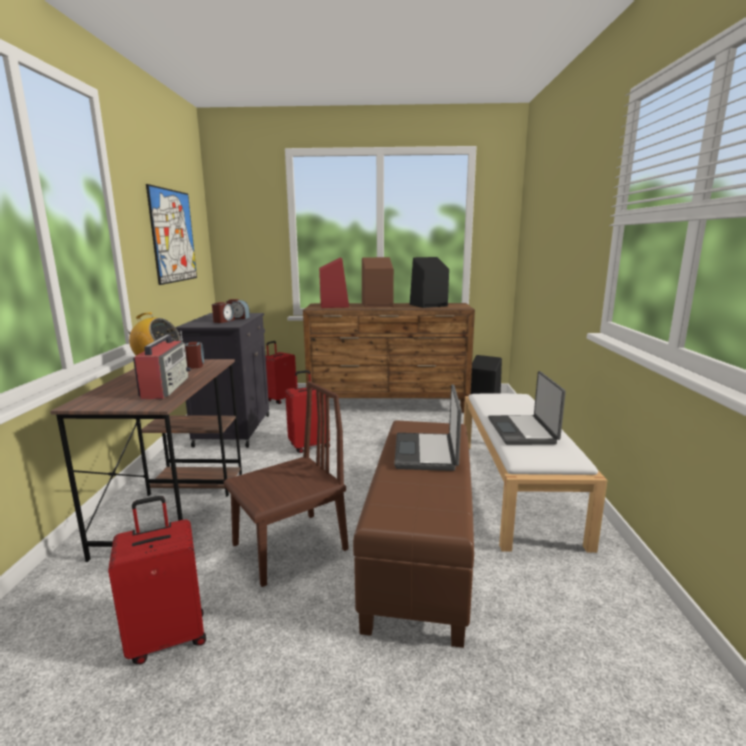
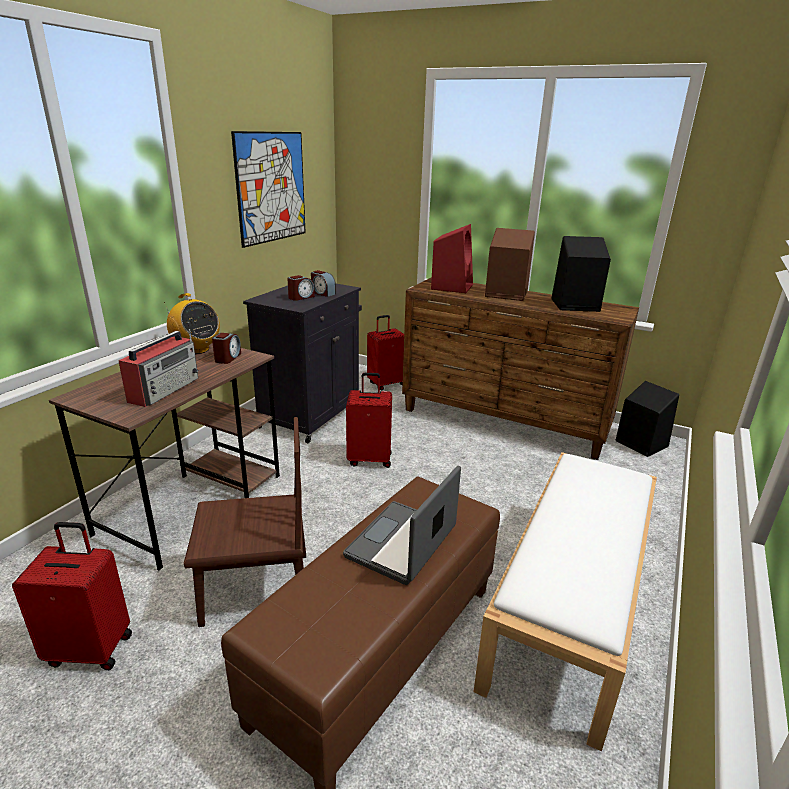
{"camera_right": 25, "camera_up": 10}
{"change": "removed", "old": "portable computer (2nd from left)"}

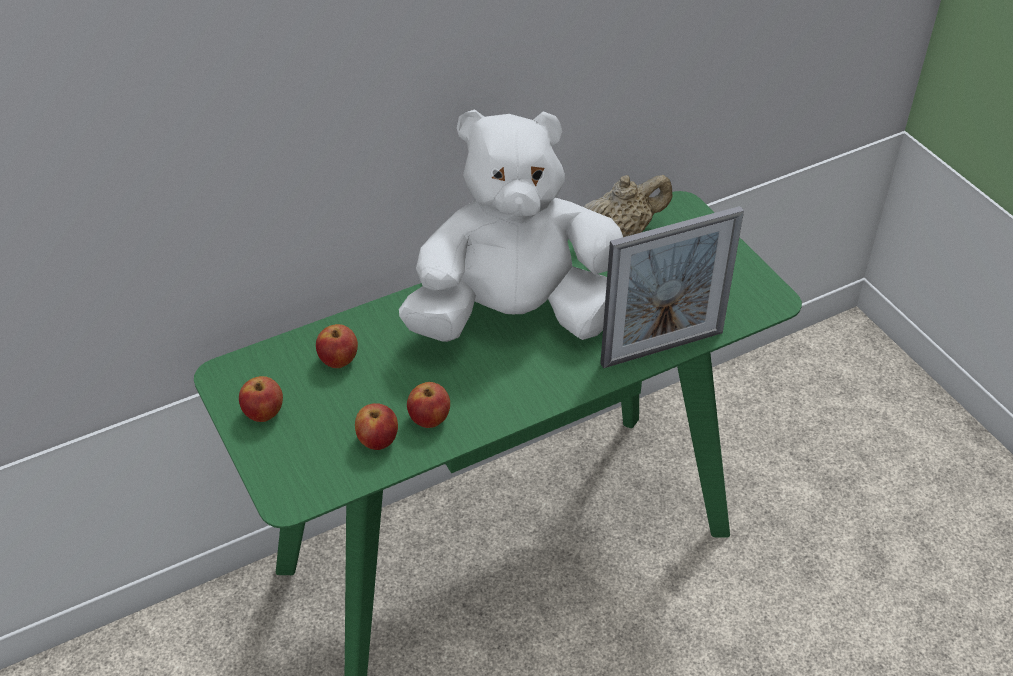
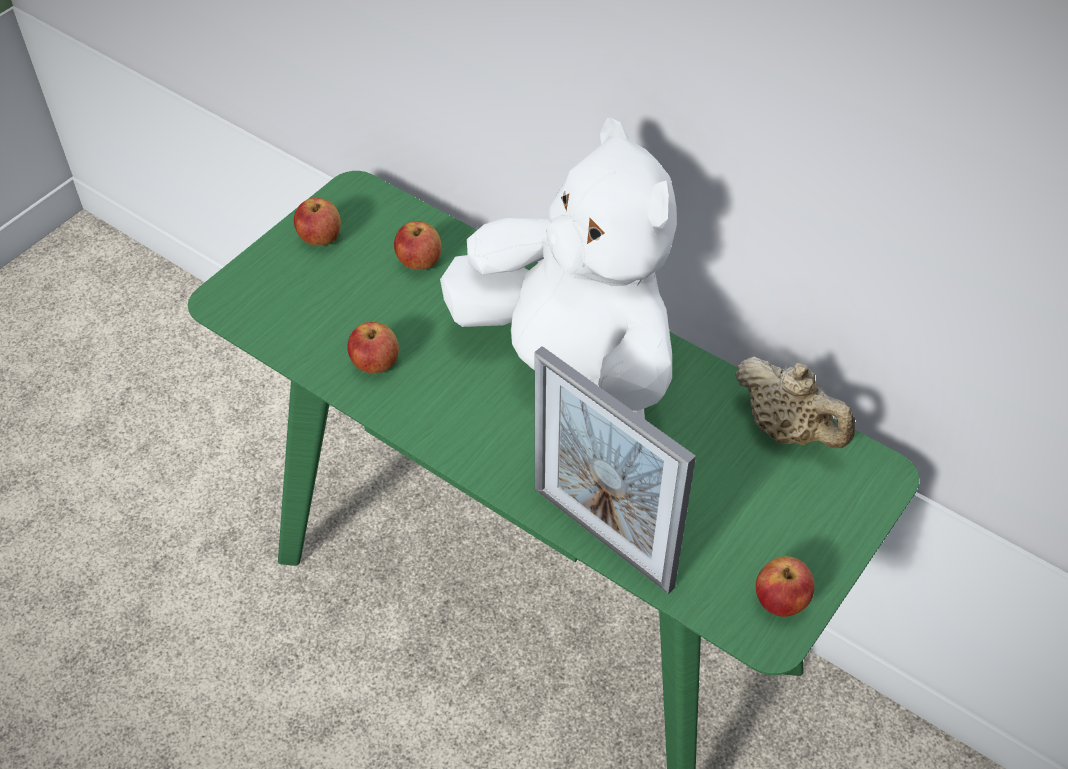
{"camera_right": 65, "camera_up": 5}
{"change": "moved", "old": "apple fruit (3rd from left in the first image)", "new": "apple fruit (4th from left)"}

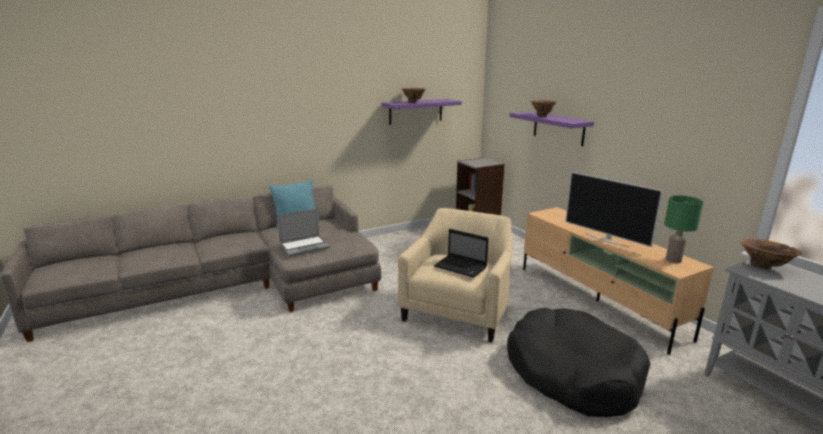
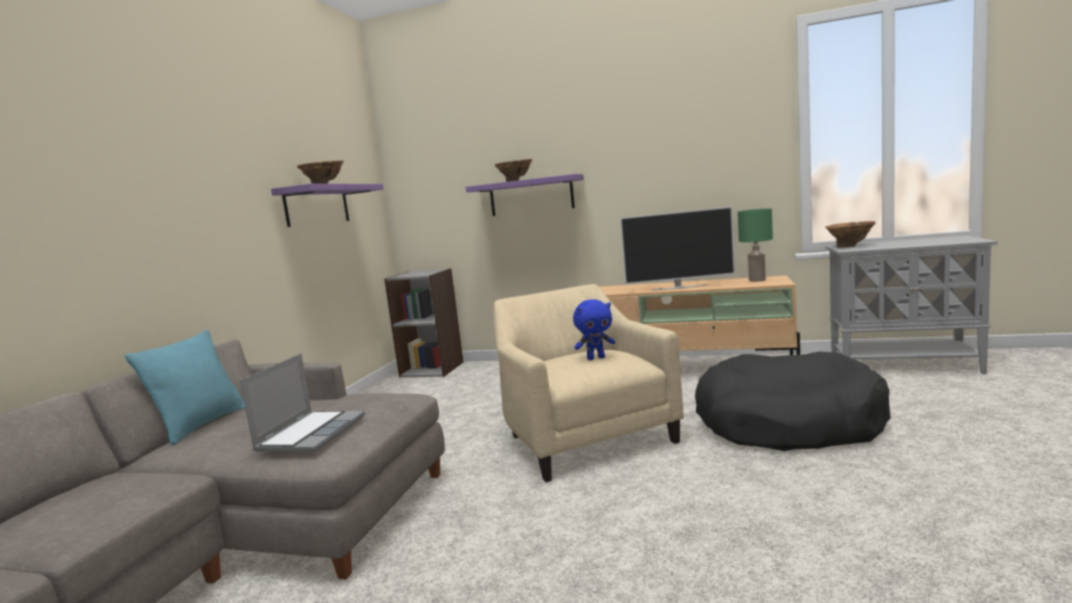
{"camera_right": -45, "camera_up": -10}
{"change": "replaced", "old": "portable computer (2nd from left)", "new": "blue cuddly toy"}

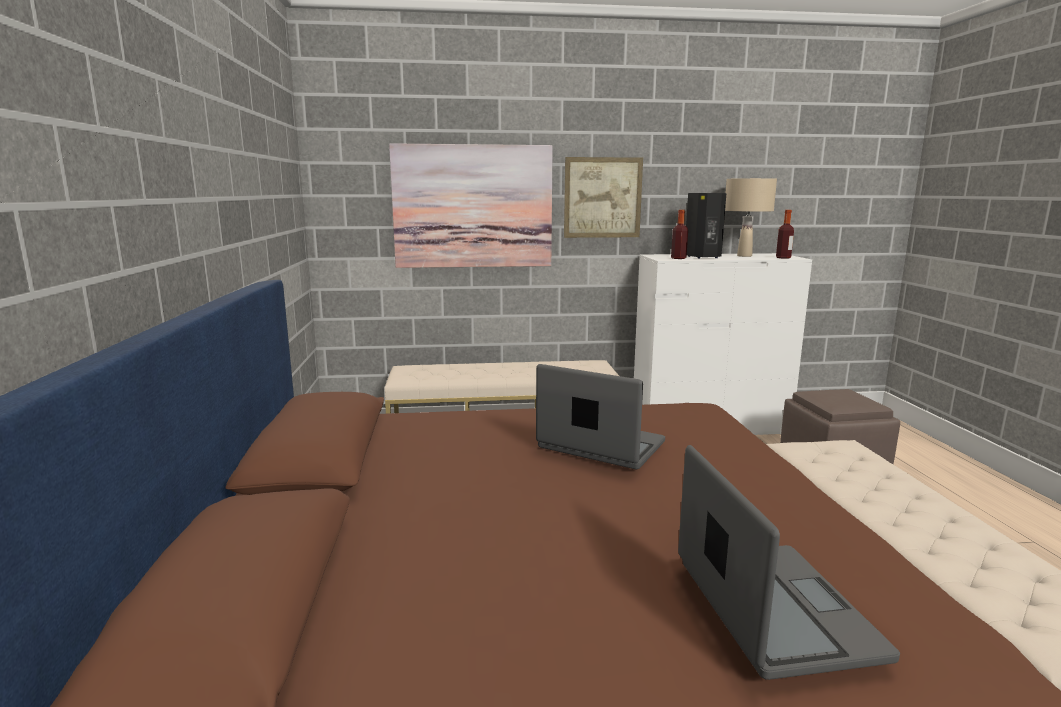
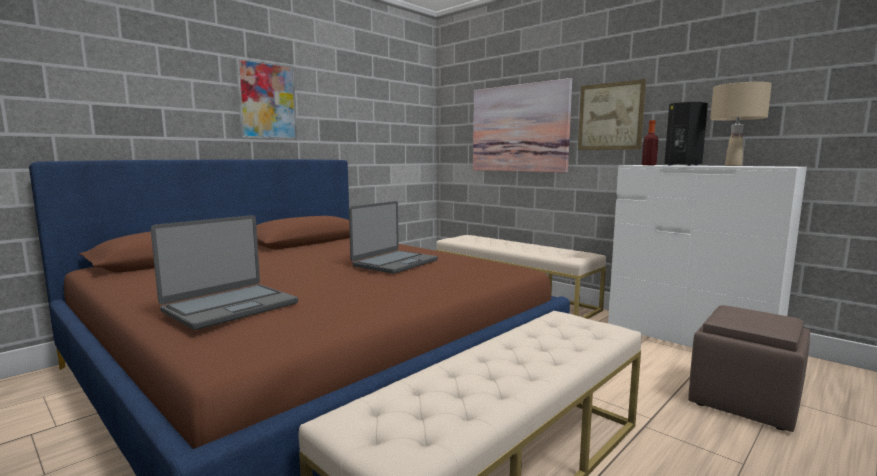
{"camera_right": 50, "camera_up": -5}
{"change": "added", "new": "wall art (1st from left)"}
{"change": "turned", "old": "portable computer (1st from left in the first image)", "degrees": 45}
{"change": "removed", "old": "beverage bottle (2nd from left)"}

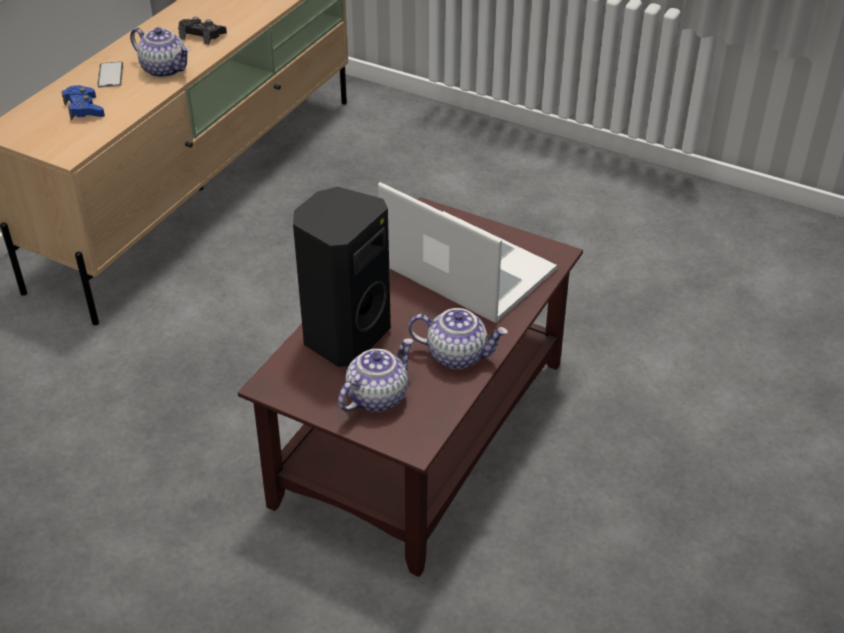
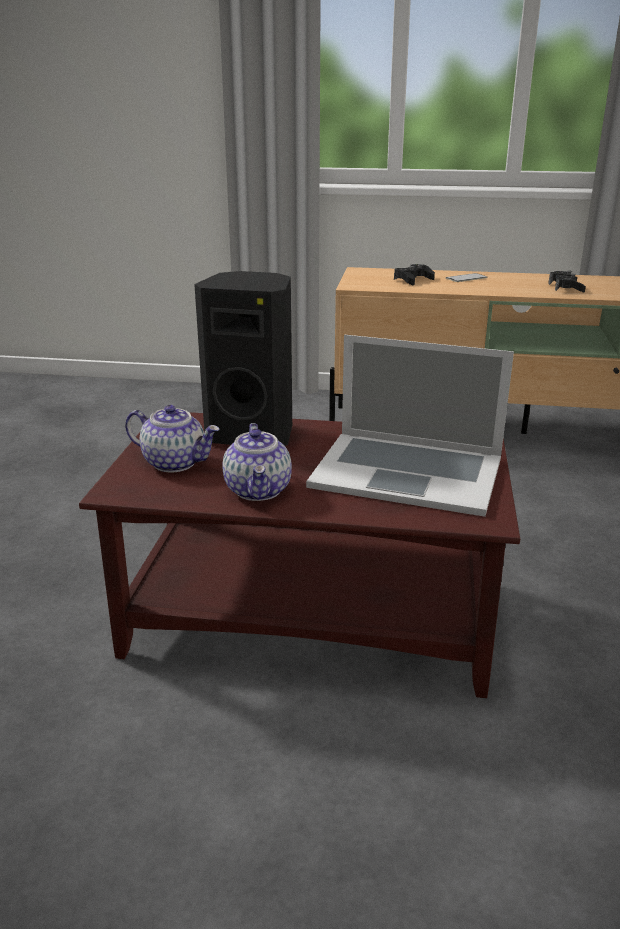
{"camera_right": 70, "camera_up": -15}
{"change": "turned", "old": "portable computer", "degrees": 90}
{"change": "recoloured", "old": "blue gamepad", "new": "black-coloured gamepad (1st from left)"}
{"change": "removed", "old": "teapot (1st from left)"}

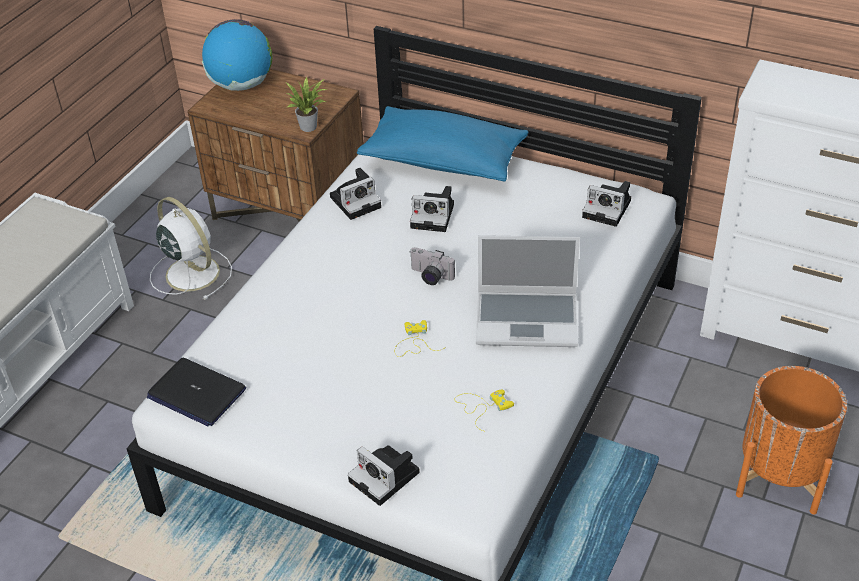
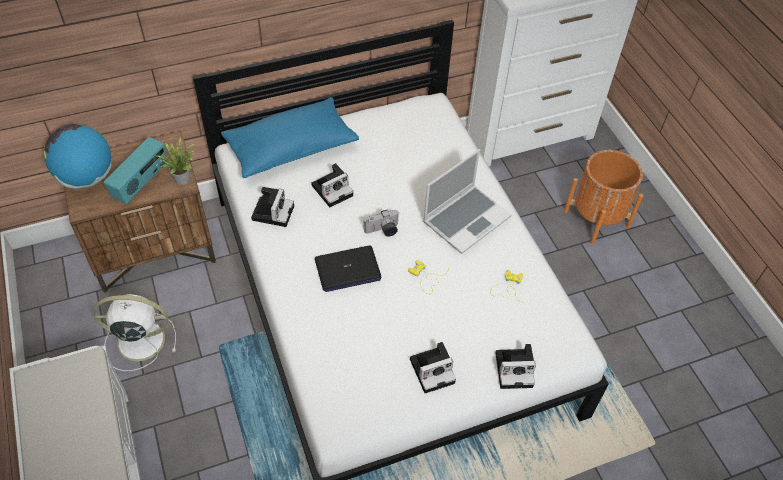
{"camera_right": -50, "camera_up": 10}
{"change": "added", "new": "radio"}
{"change": "moved", "old": "portable computer (1st from left)"}
{"change": "moved", "old": "still camera (5th from left in the first image)", "new": "still camera (4th from left)"}

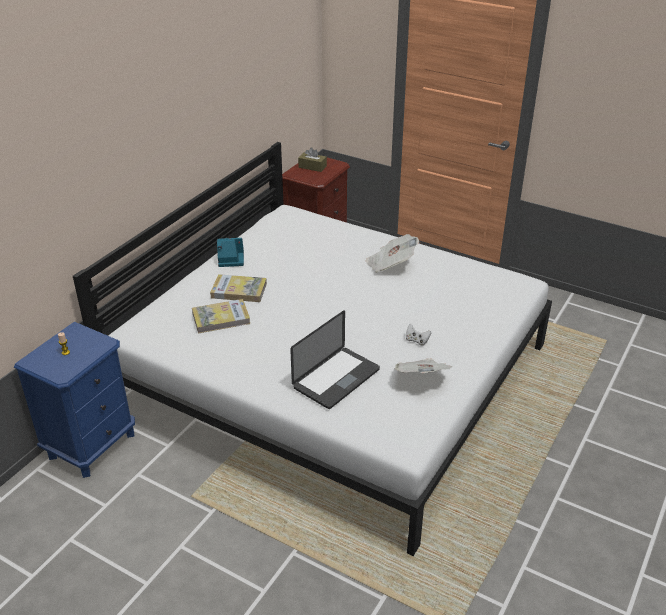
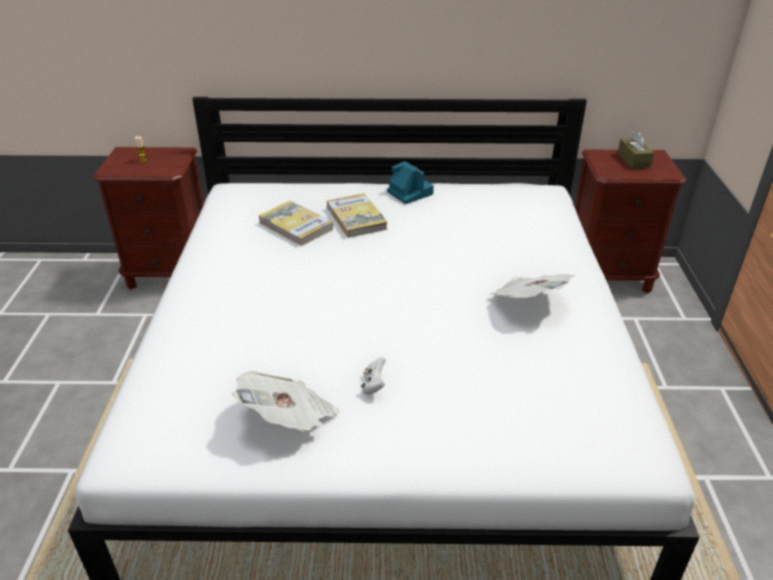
{"camera_right": 60, "camera_up": 0}
{"change": "recoloured", "old": "blue nightstand", "new": "brown-coloured nightstand (1st from left)"}
{"change": "removed", "old": "portable computer"}

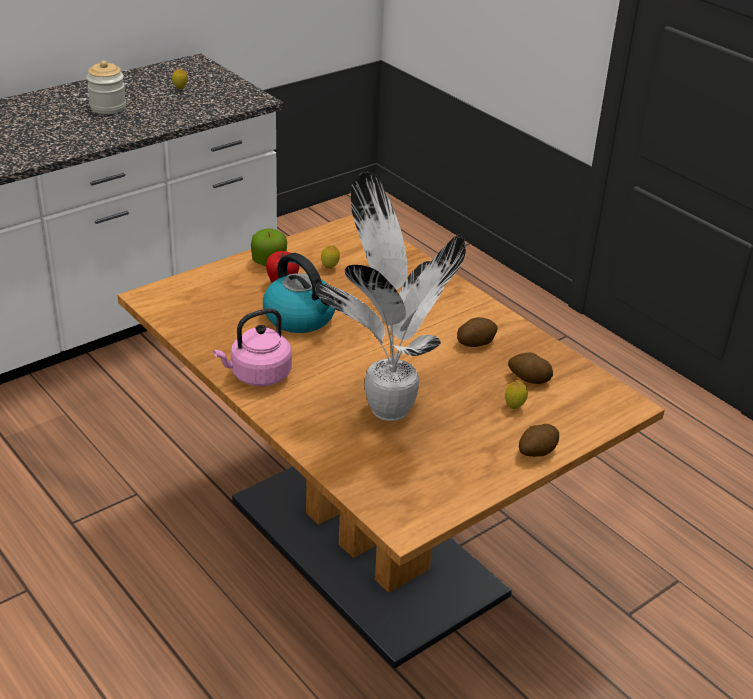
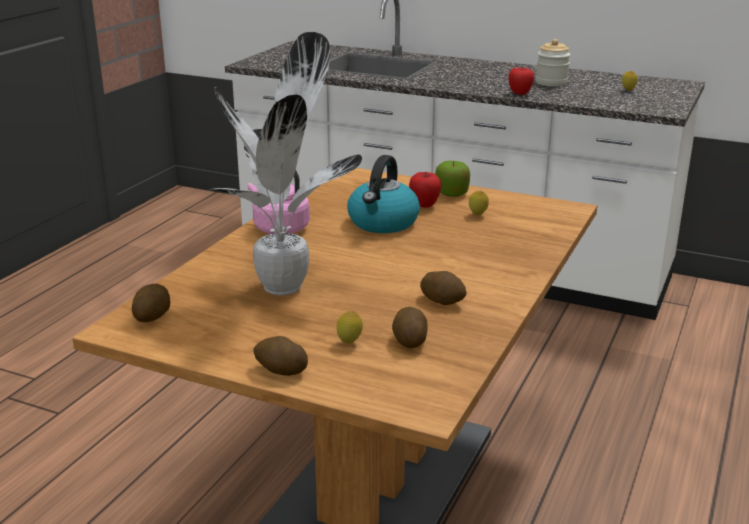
{"camera_right": 65, "camera_up": -10}
{"change": "added", "new": "whole potato (1st from left)"}
{"change": "added", "new": "apple fruit (3rd from left)"}

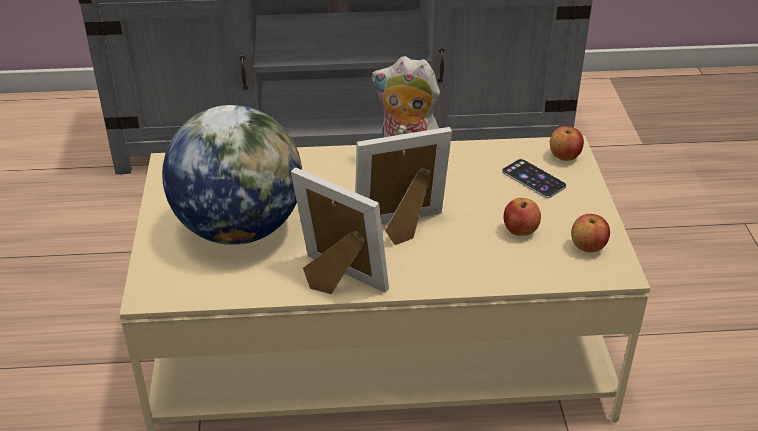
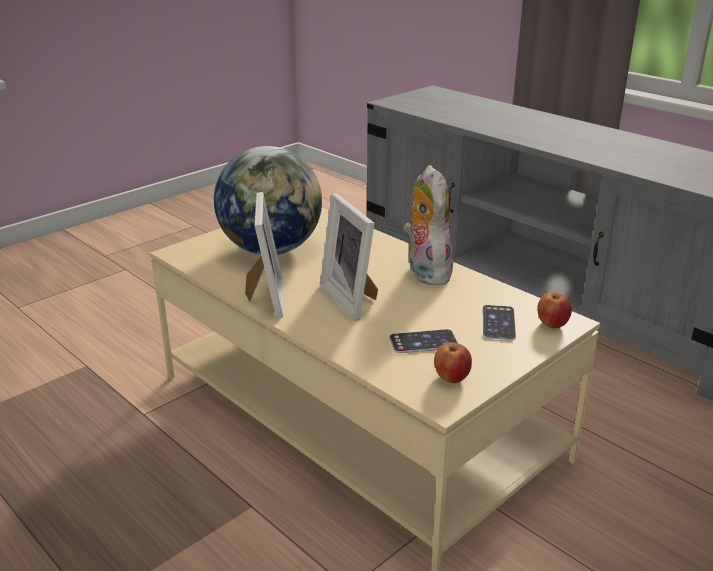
{"camera_right": 50, "camera_up": -10}
{"change": "turned", "old": "picture frame (2nd from left)", "degrees": -150}
{"change": "replaced", "old": "apple fruit (1st from left)", "new": "telephone (1st from left)"}

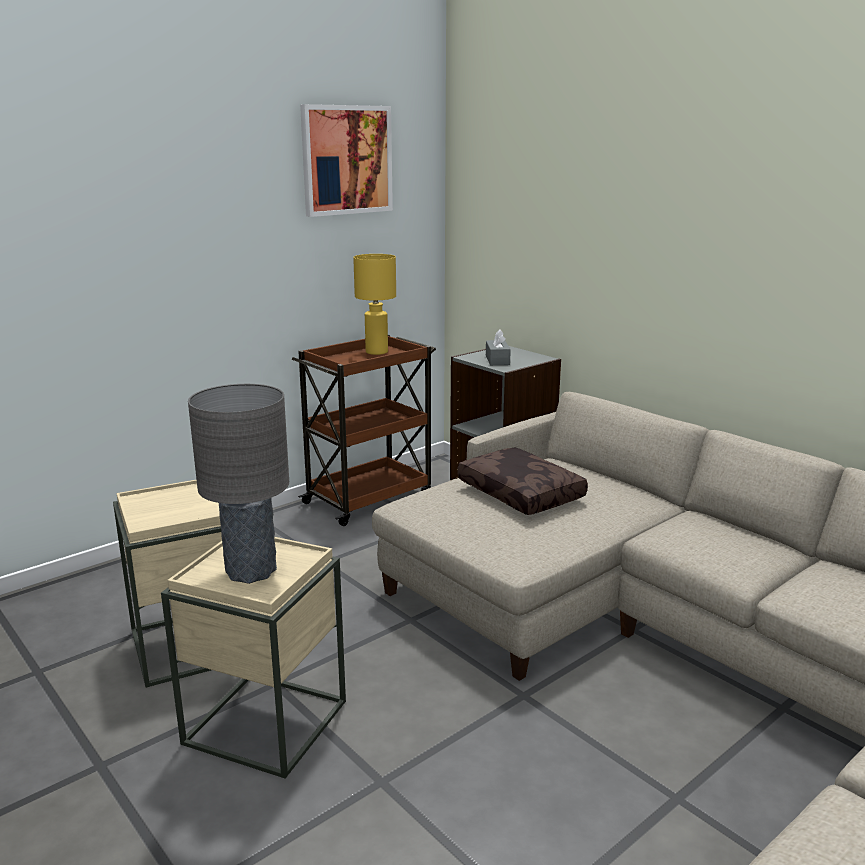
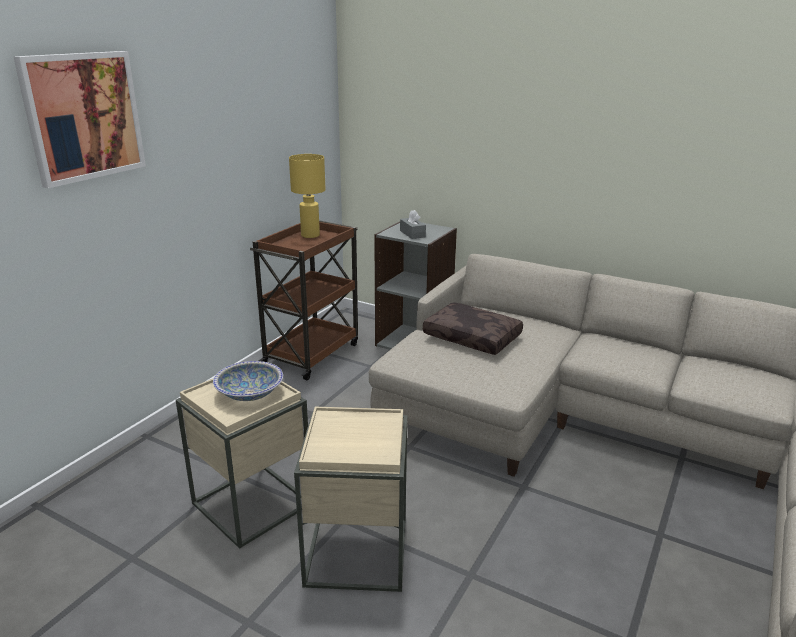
{"camera_right": -20, "camera_up": 5}
{"change": "moved", "old": "wall art"}
{"change": "added", "new": "deep dish"}
{"change": "removed", "old": "grey lamp for a table"}

